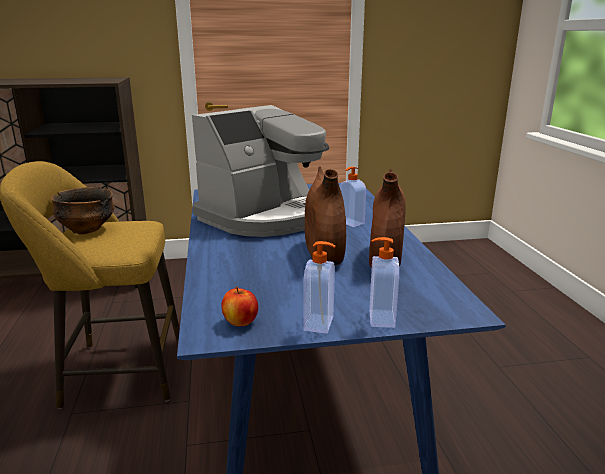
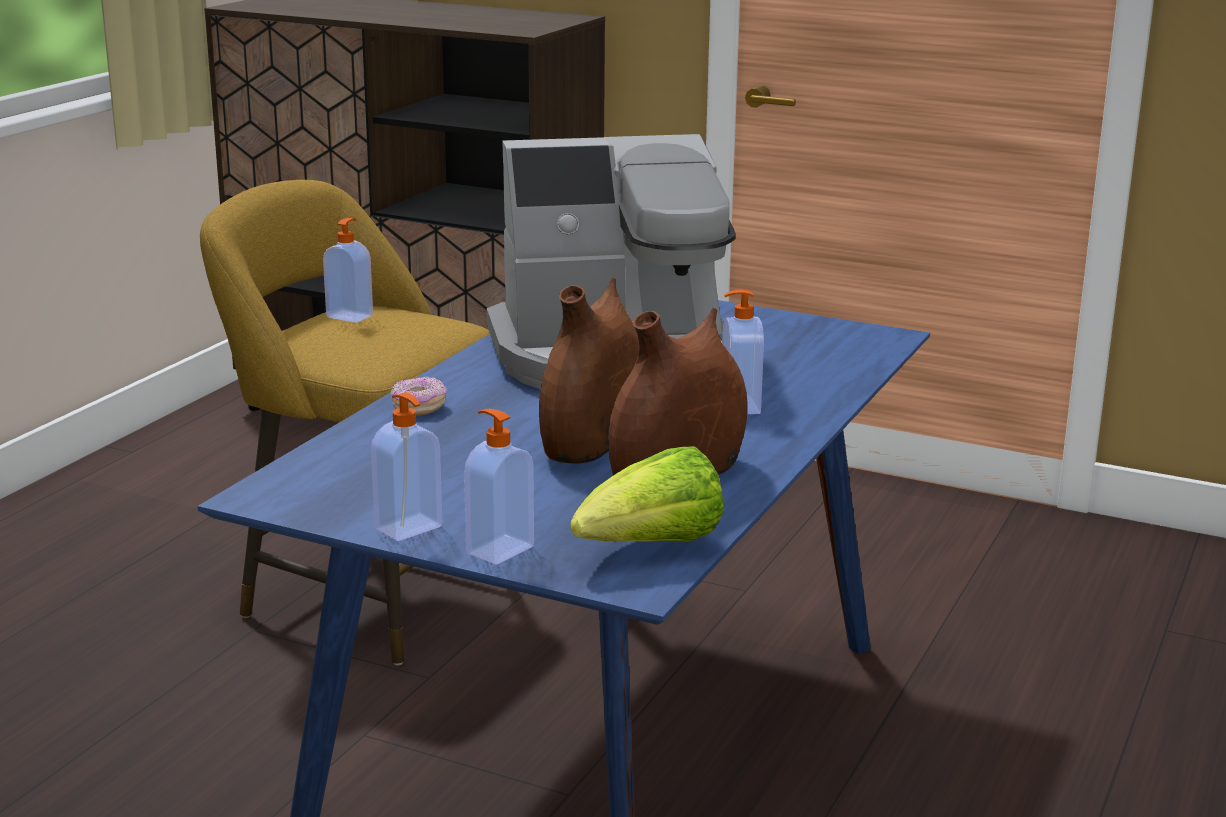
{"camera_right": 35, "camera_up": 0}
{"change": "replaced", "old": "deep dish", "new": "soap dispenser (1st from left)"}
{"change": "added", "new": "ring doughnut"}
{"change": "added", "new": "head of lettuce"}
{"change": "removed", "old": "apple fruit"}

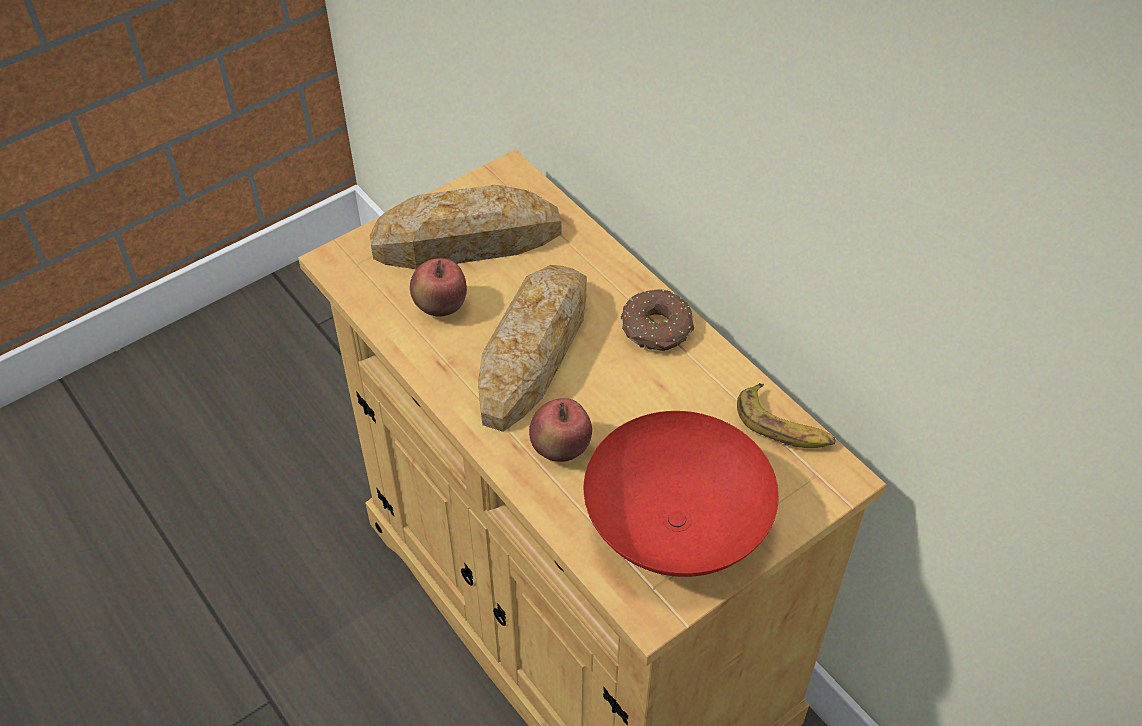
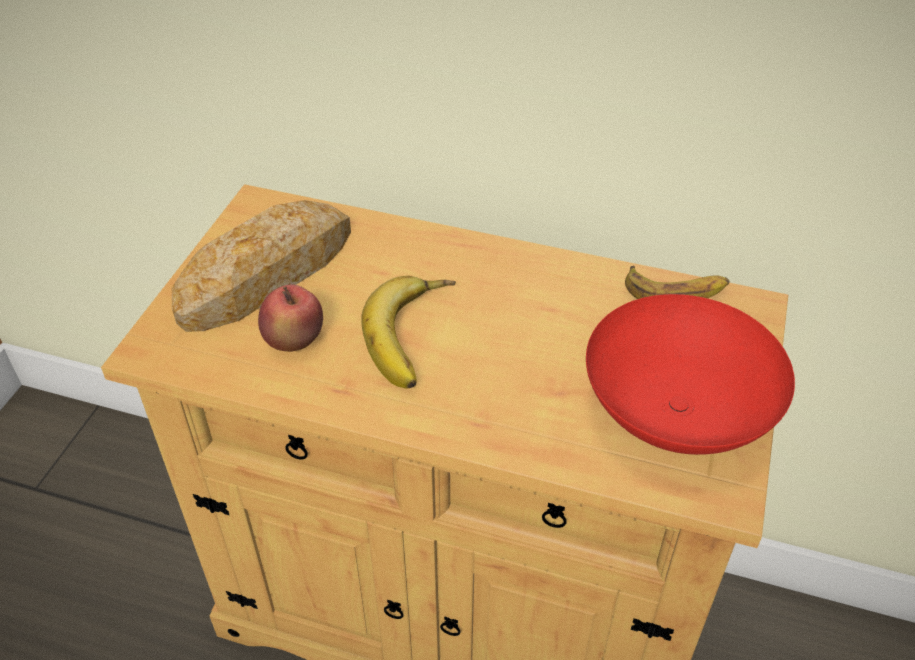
{"camera_right": -35, "camera_up": -5}
{"change": "replaced", "old": "bakery bread (2nd from left)", "new": "banana fruit (1st from left)"}
{"change": "removed", "old": "apple fruit (2nd from left)"}
{"change": "removed", "old": "ring doughnut"}

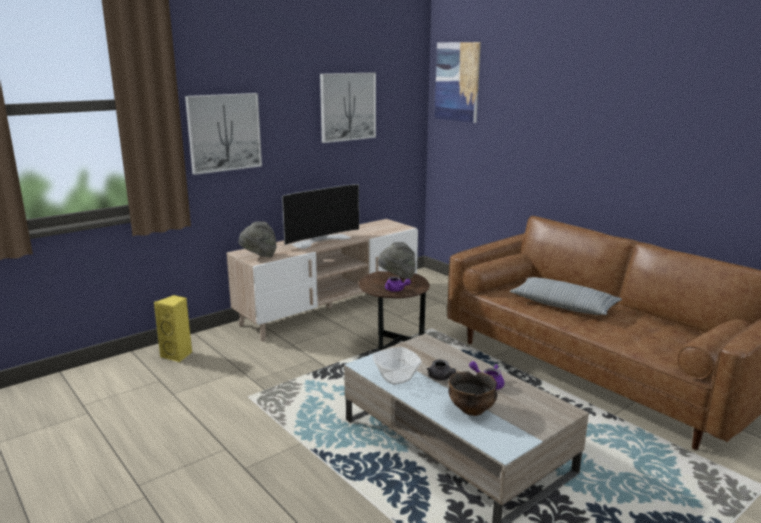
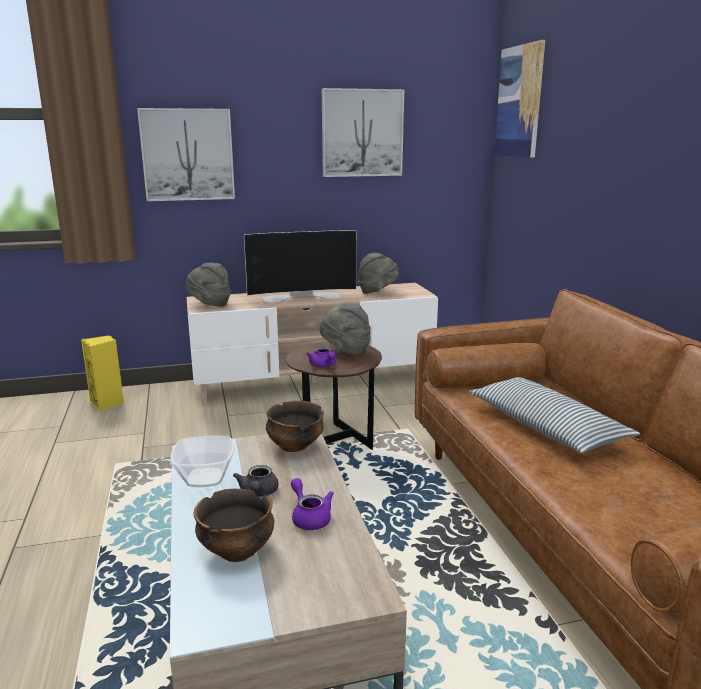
{"camera_right": 25, "camera_up": 0}
{"change": "added", "new": "deep dish (3rd from left)"}
{"change": "added", "new": "grey hat (3rd from left)"}

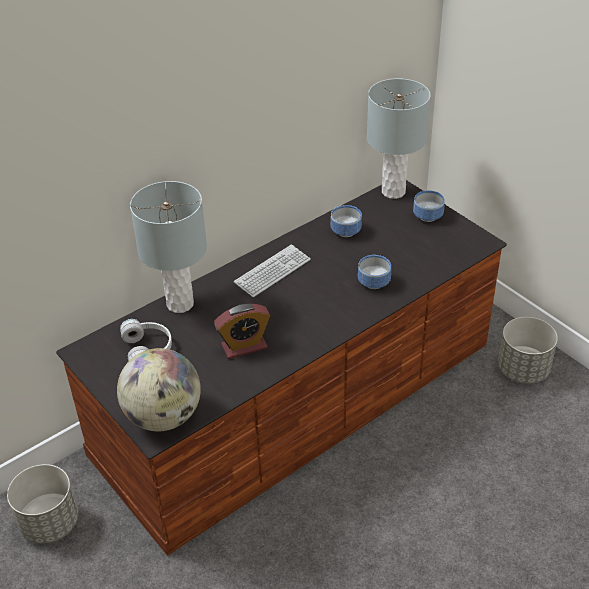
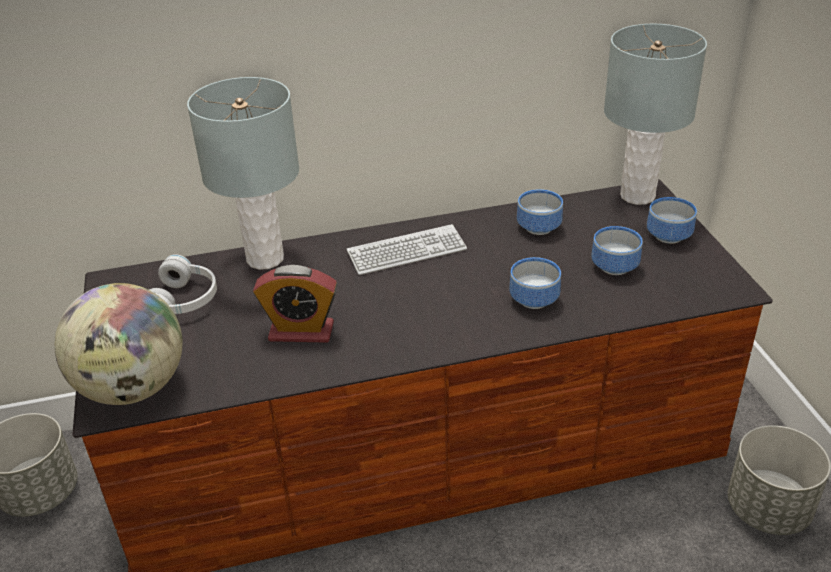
{"camera_right": 25, "camera_up": -5}
{"change": "added", "new": "deep dish (3rd from left)"}

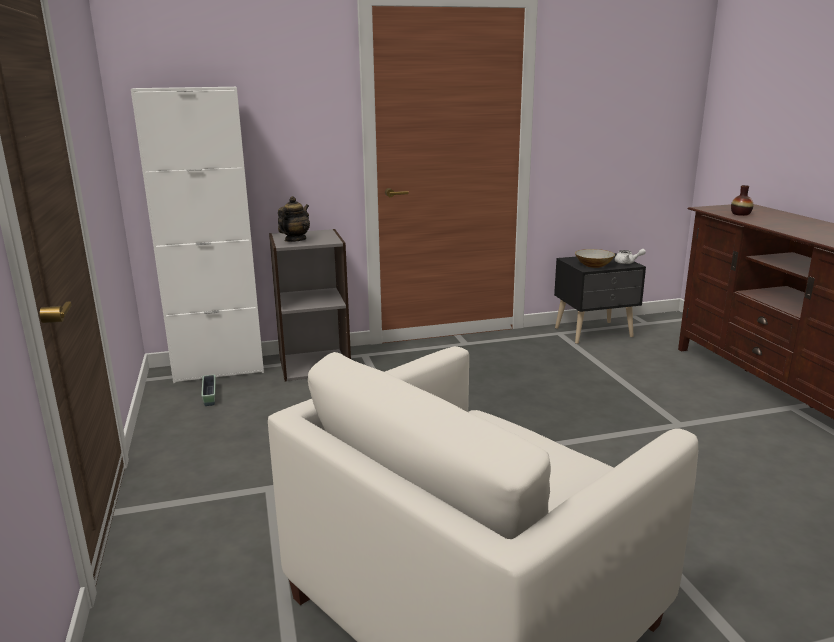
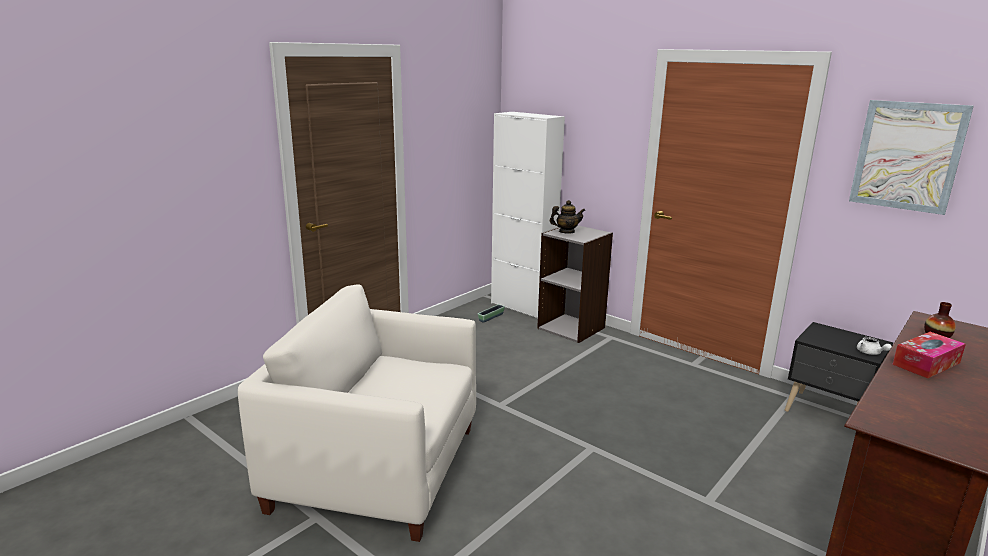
{"camera_right": 55, "camera_up": 0}
{"change": "added", "new": "wall art"}
{"change": "added", "new": "tissue holder"}
{"change": "removed", "old": "deep dish"}

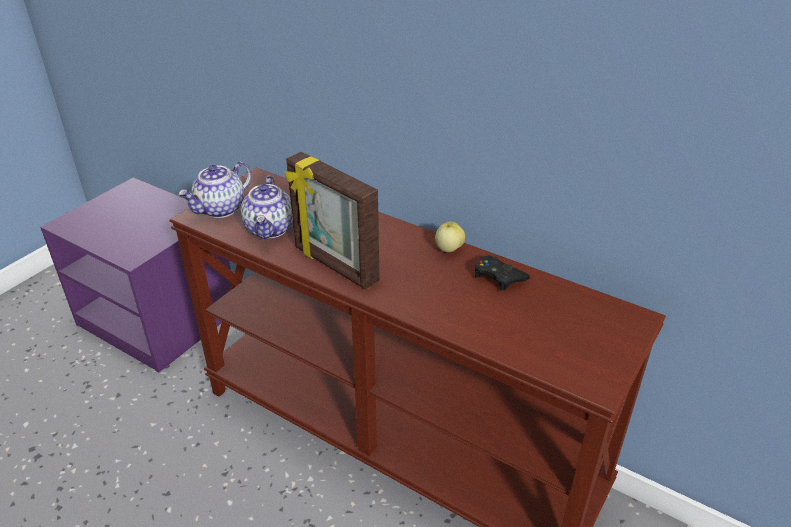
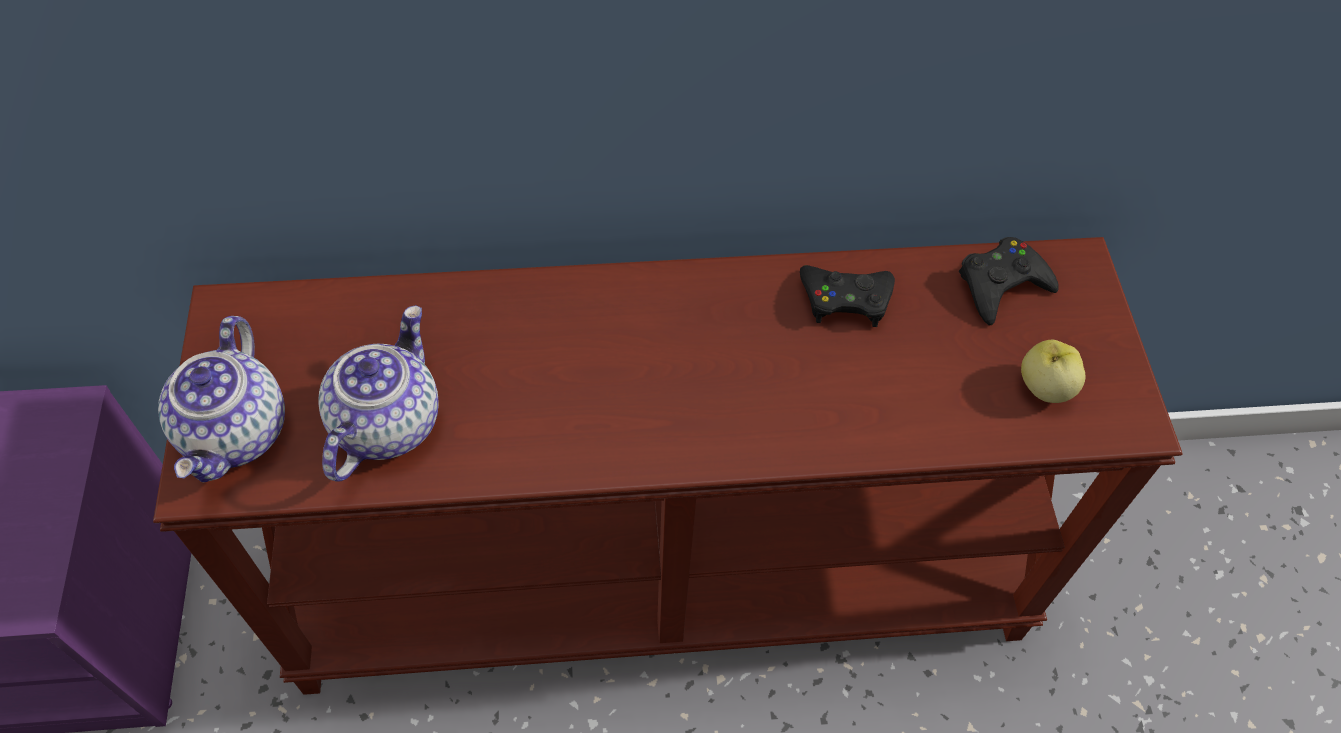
{"camera_right": -40, "camera_up": 20}
{"change": "turned", "old": "teapot (2nd from left)", "degrees": -120}
{"change": "added", "new": "black-coloured gamepad (2nd from left)"}
{"change": "moved", "old": "apple fruit"}
{"change": "removed", "old": "picture frame"}

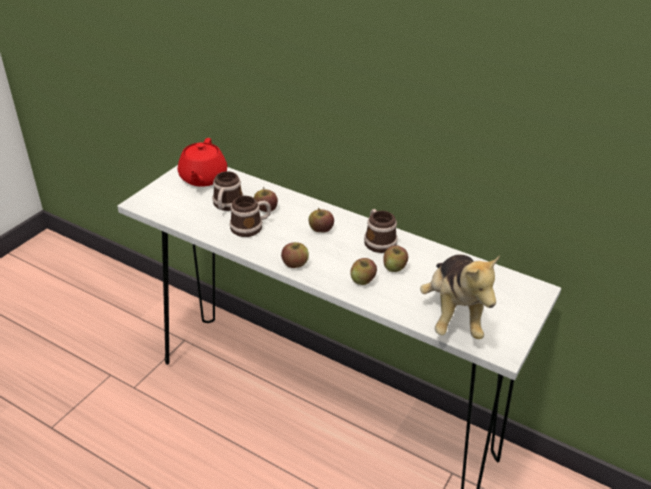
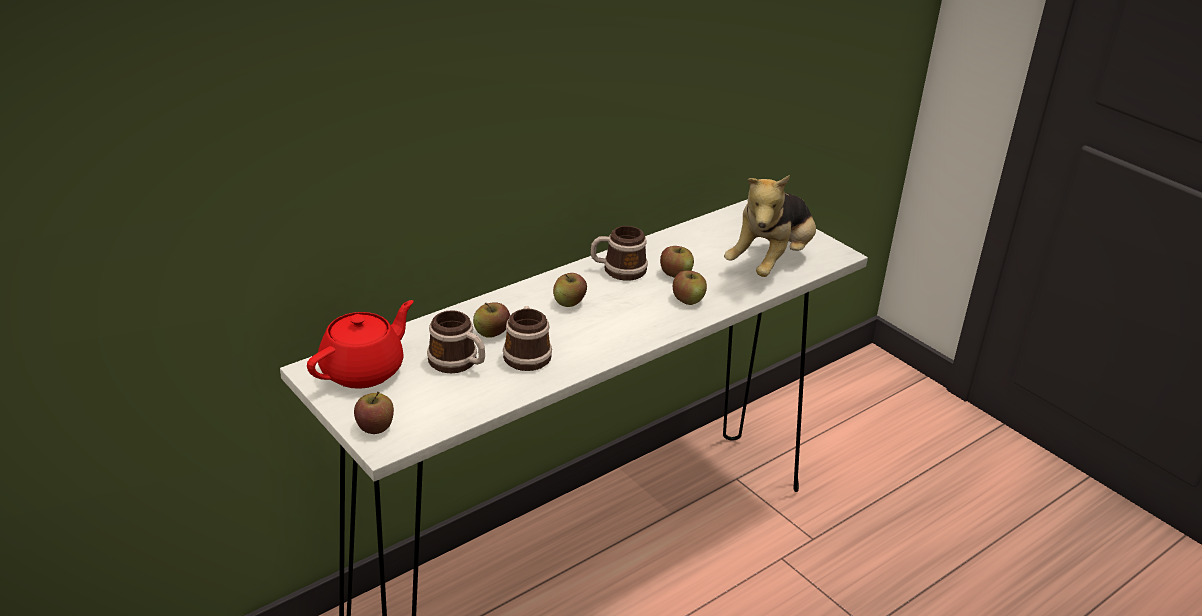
{"camera_right": -70, "camera_up": -5}
{"change": "turned", "old": "reddish teapot", "degrees": -75}
{"change": "moved", "old": "apple fruit (2nd from left in the first image)", "new": "apple fruit (1st from left)"}
{"change": "turned", "old": "cuddly toy", "degrees": 105}

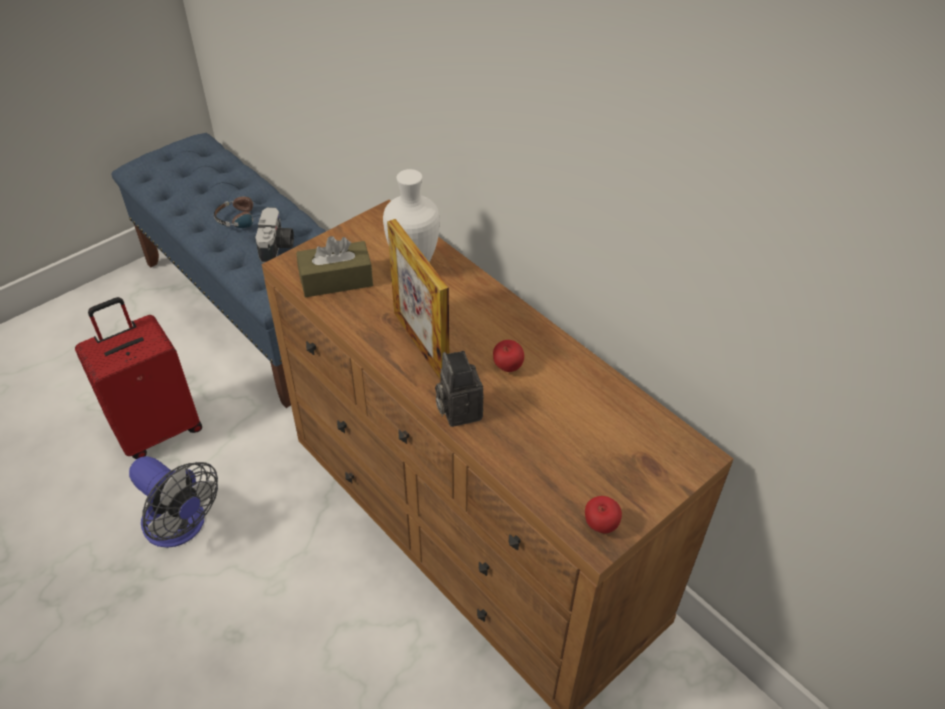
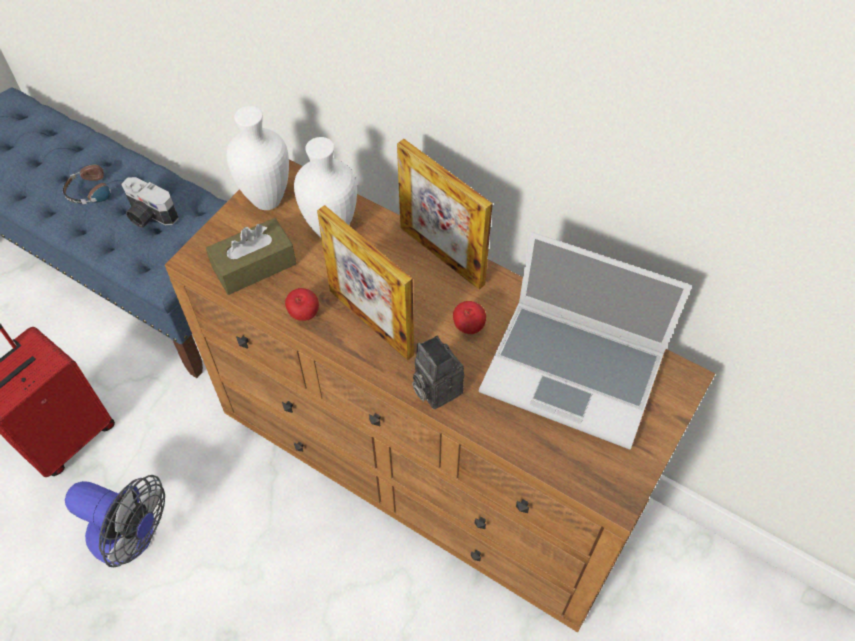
{"camera_right": -15, "camera_up": 10}
{"change": "turned", "old": "still camera (1st from left)", "degrees": 135}
{"change": "added", "new": "white decorative vase (1st from left)"}
{"change": "moved", "old": "apple fruit (2nd from left in the first image)", "new": "apple fruit (1st from left)"}
{"change": "added", "new": "picture frame (2nd from left)"}
{"change": "added", "new": "portable computer"}

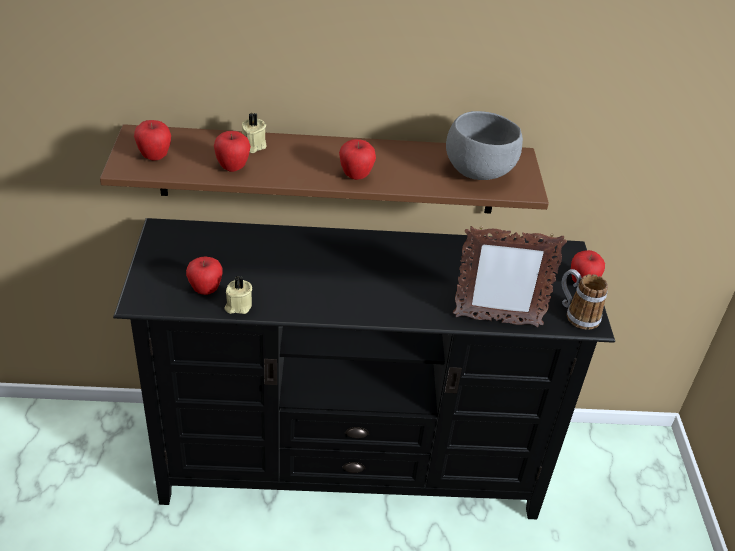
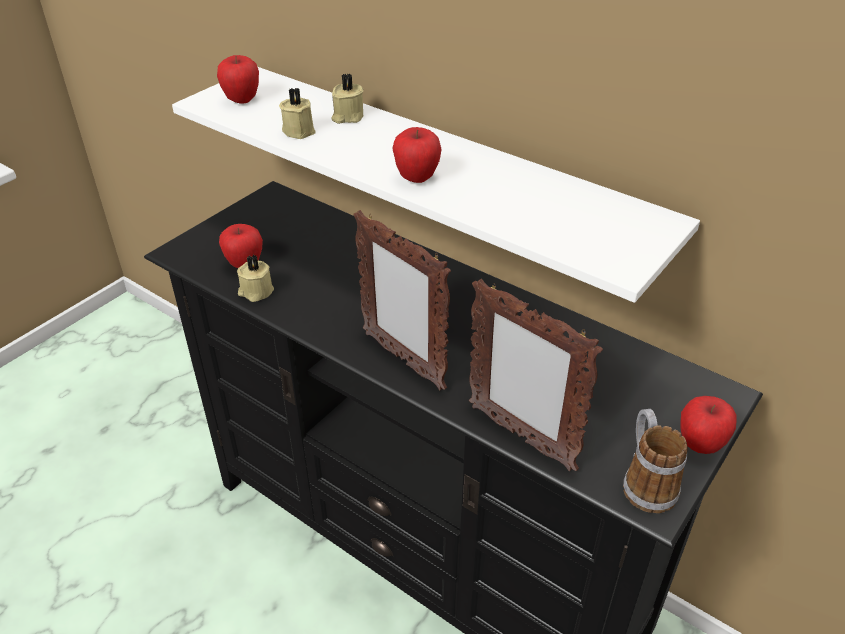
{"camera_right": 40, "camera_up": 0}
{"change": "recoloured", "old": "brown-coloured bracket shelf", "new": "white bracket shelf"}
{"change": "replaced", "old": "apple fruit (3rd from left)", "new": "sand-coloured candle (2nd from left)"}
{"change": "added", "new": "picture frame (1st from left)"}
{"change": "removed", "old": "grey deep dish"}

